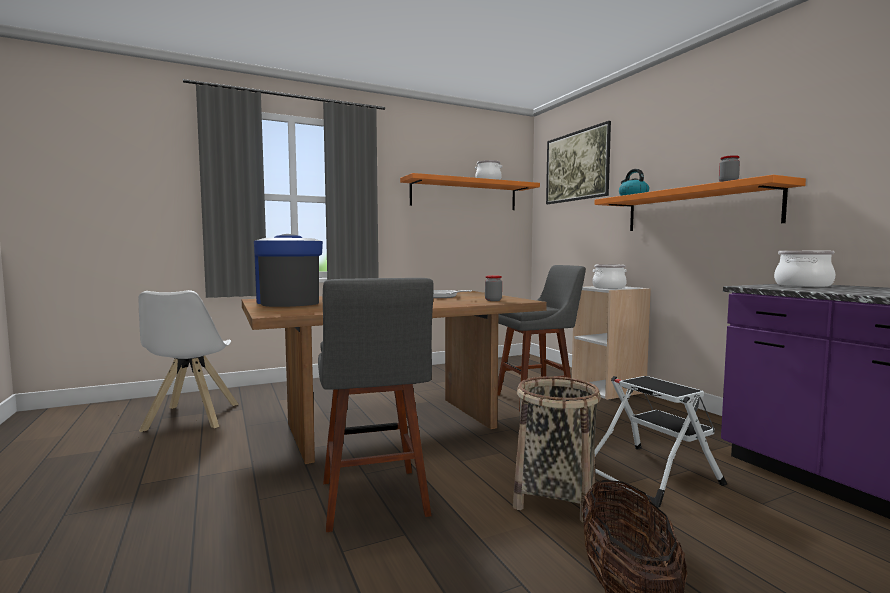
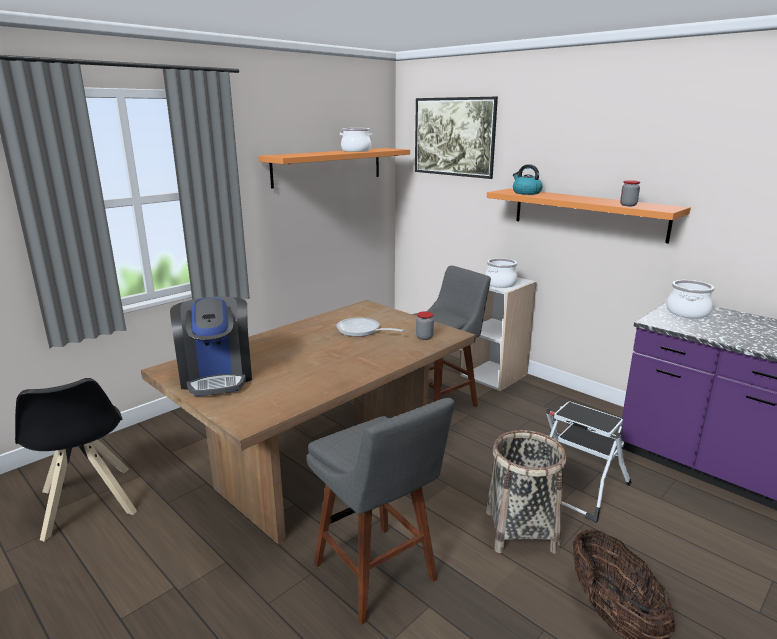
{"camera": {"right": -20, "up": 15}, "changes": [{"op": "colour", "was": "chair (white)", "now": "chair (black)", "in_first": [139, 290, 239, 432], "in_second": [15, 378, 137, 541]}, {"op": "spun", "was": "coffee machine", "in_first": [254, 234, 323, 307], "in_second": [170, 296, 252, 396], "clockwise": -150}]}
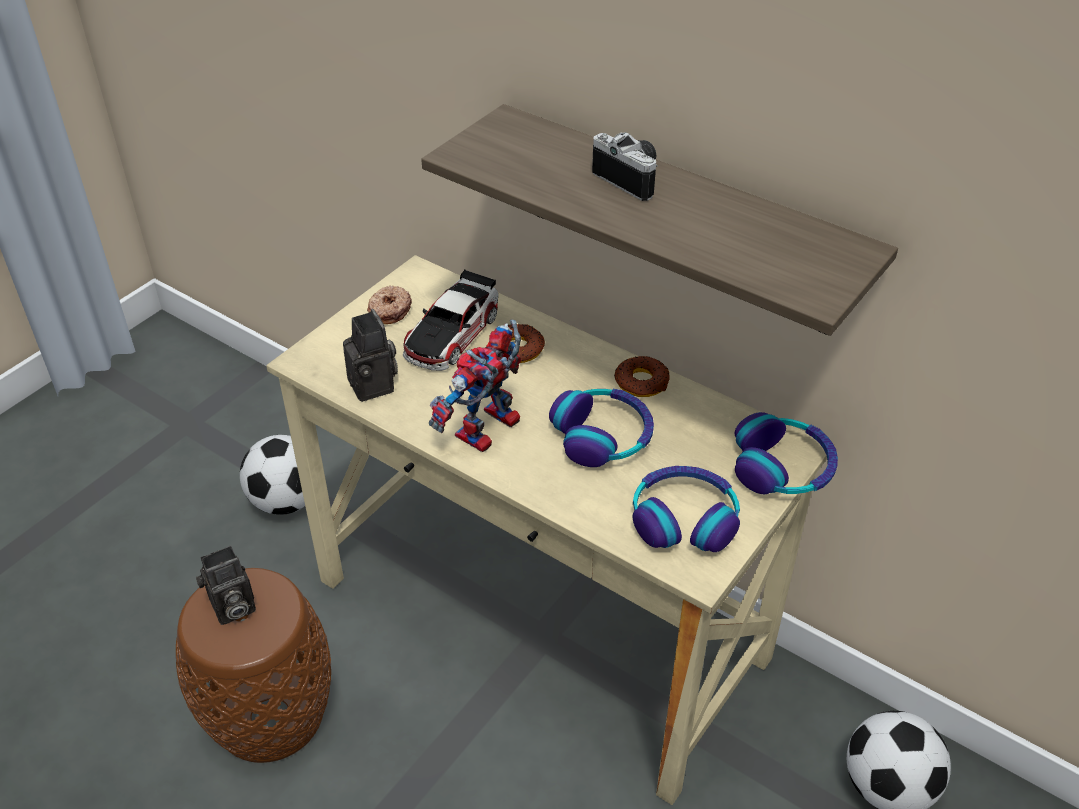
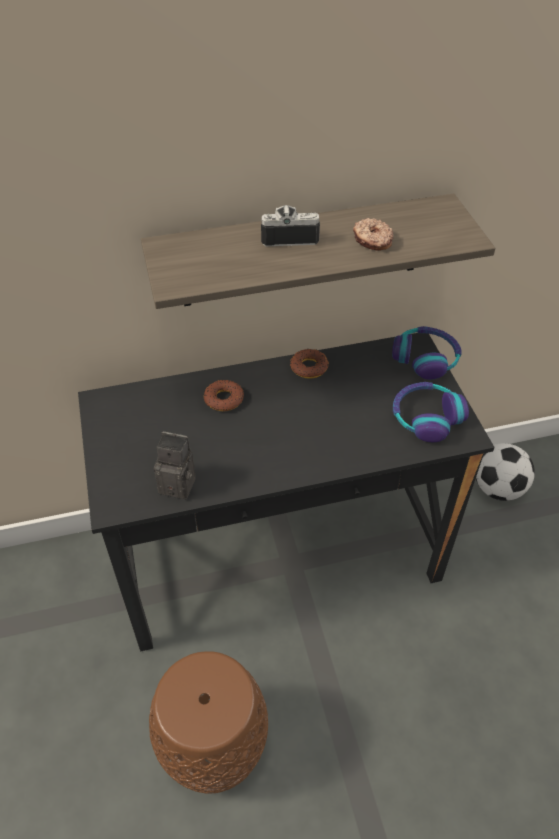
{"camera": {"right": -50, "up": 5}, "changes": [{"op": "missing", "was": "photo camera", "in_first": [196, 546, 256, 625]}, {"op": "missing", "was": "football", "in_first": [240, 435, 305, 515]}, {"op": "missing", "was": "toy car", "in_first": [403, 270, 499, 371]}, {"op": "missing", "was": "toy robot", "in_first": [429, 319, 521, 452]}, {"op": "missing", "was": "headphones", "in_first": [549, 389, 654, 467]}, {"op": "relocated", "was": "donut", "in_first": [367, 286, 412, 324], "in_second": [353, 218, 394, 251]}, {"op": "colour", "was": "desk (beige)", "now": "desk (black)", "in_first": [266, 255, 834, 805], "in_second": [78, 333, 495, 651]}]}
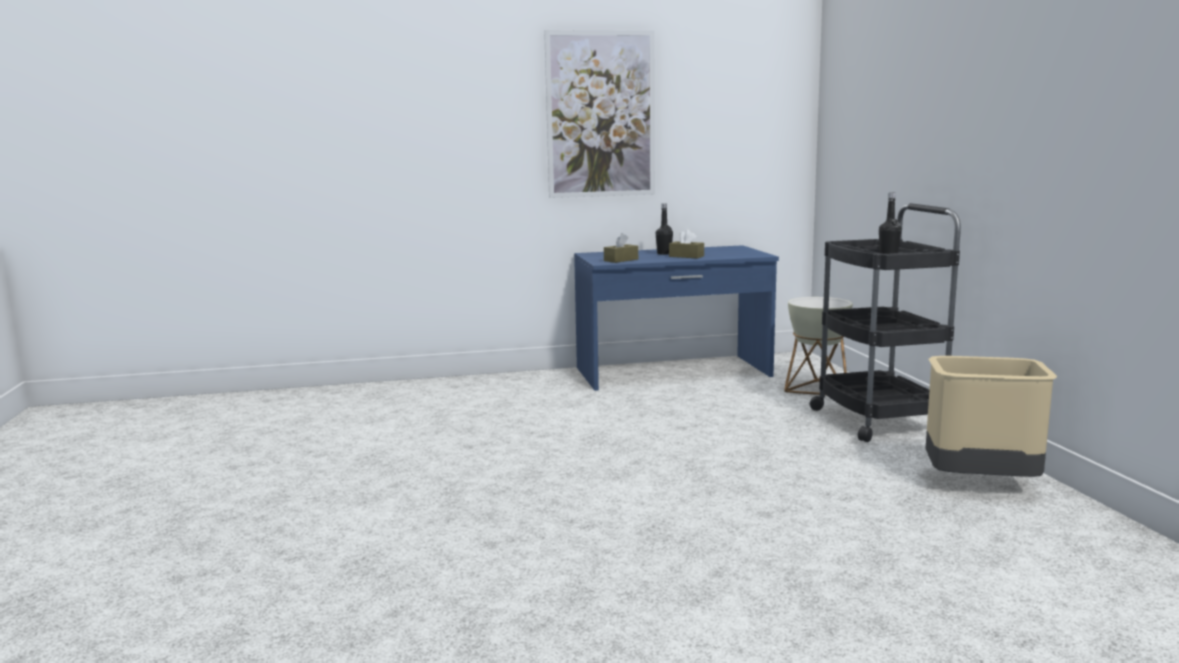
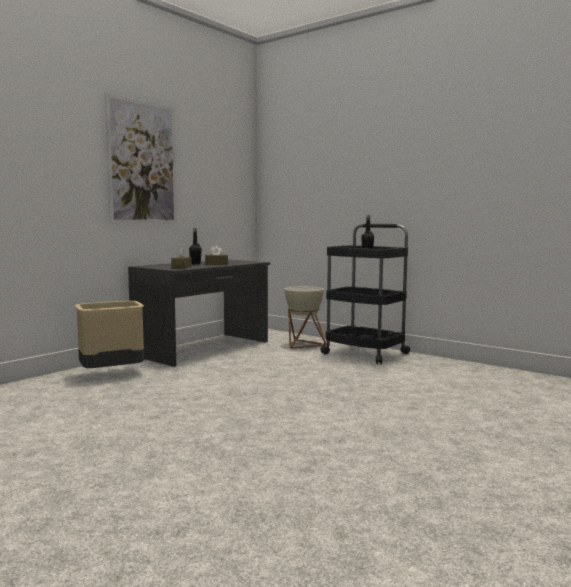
{"camera": {"right": -40, "up": -5}, "changes": [{"op": "relocated", "was": "trash can (beige)", "in_first": [925, 356, 1057, 485], "in_second": [75, 301, 144, 368]}, {"op": "colour", "was": "desk (blue)", "now": "desk (grey)", "in_first": [574, 245, 779, 391], "in_second": [128, 259, 270, 367]}]}
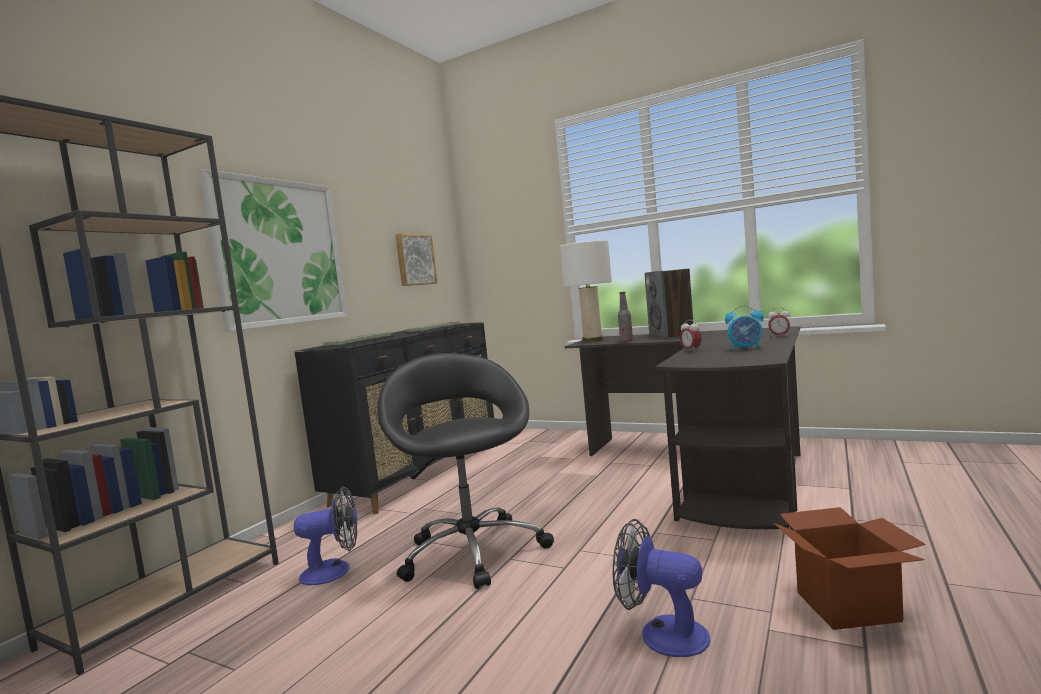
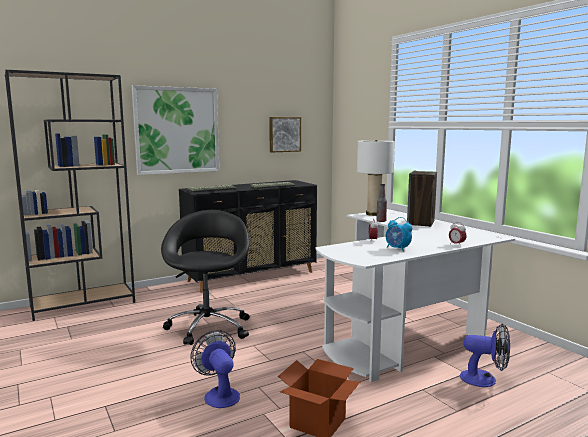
{"camera": {"right": 30, "up": 5}, "changes": [{"op": "relocated", "was": "fan", "in_first": [294, 487, 357, 585], "in_second": [460, 324, 510, 387]}, {"op": "colour", "was": "desk (black)", "now": "desk (white)", "in_first": [565, 326, 801, 530], "in_second": [316, 210, 515, 382]}]}
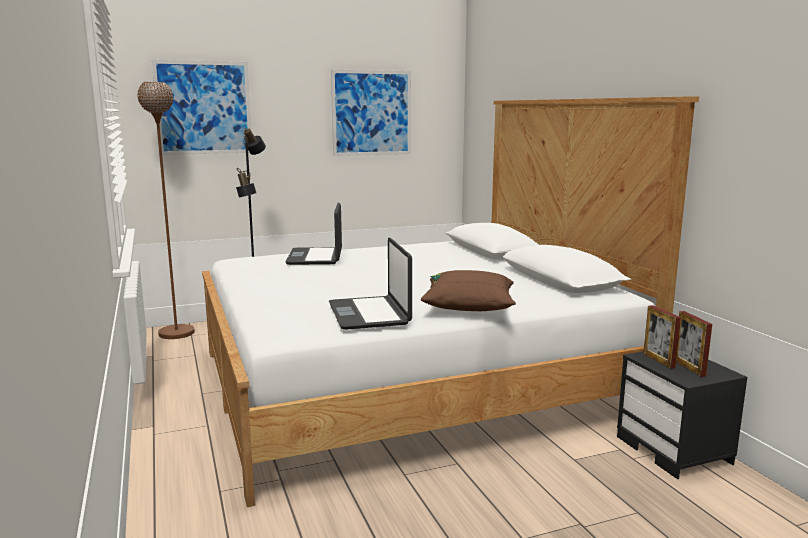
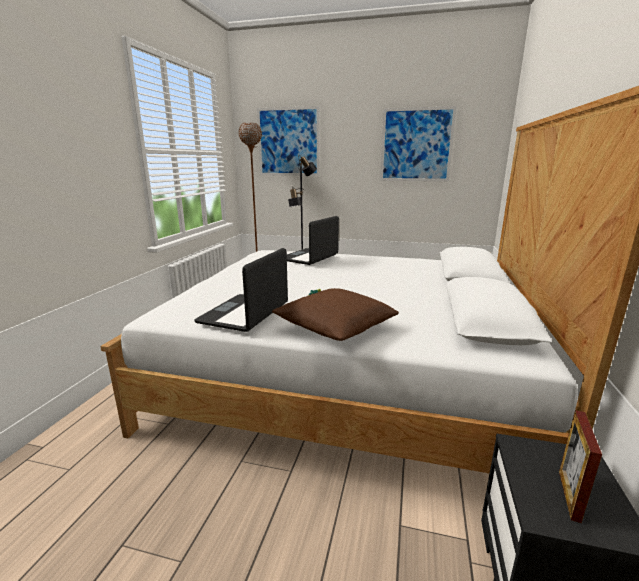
{"camera": {"right": 35, "up": 5}, "changes": [{"op": "missing", "was": "picture frame", "in_first": [643, 305, 681, 369]}]}
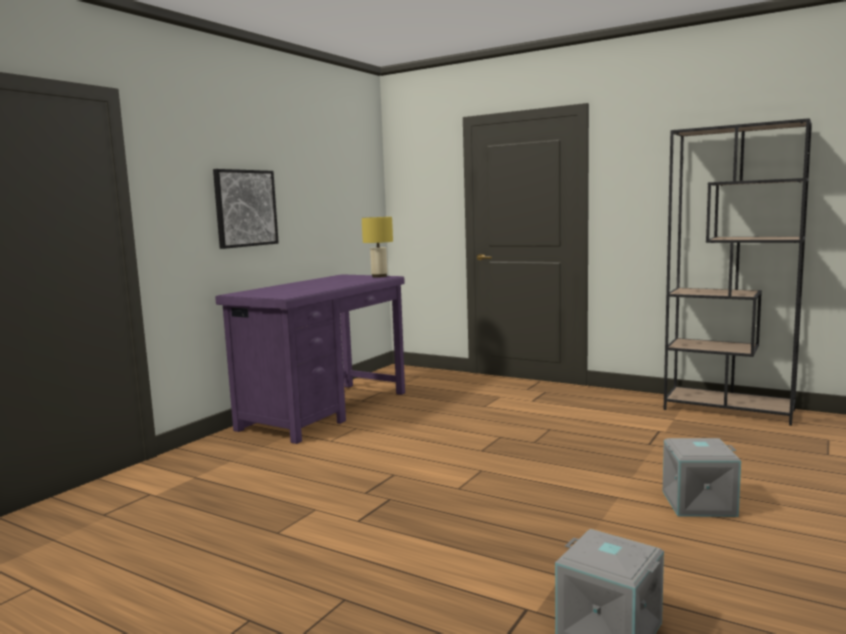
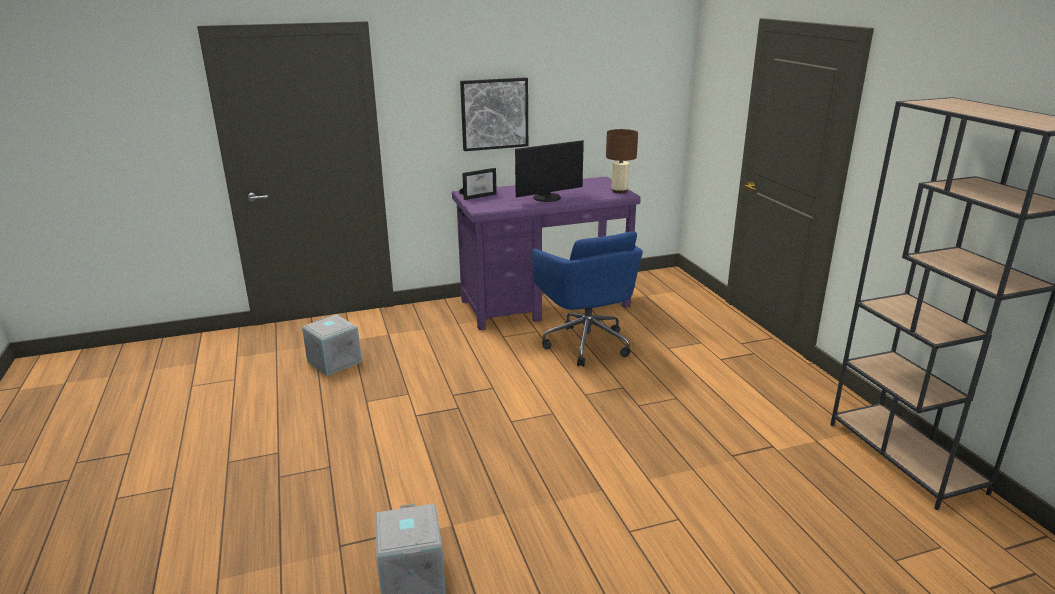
{"camera": {"right": 40, "up": 15}, "changes": [{"op": "appeared", "now": "picture frame", "in_second": [459, 168, 497, 200]}, {"op": "appeared", "now": "monitor", "in_second": [515, 140, 584, 202]}, {"op": "appeared", "now": "office chair (blue)", "in_second": [532, 231, 643, 367]}, {"op": "relocated", "was": "storage box (grey)", "in_first": [663, 438, 741, 517], "in_second": [302, 314, 362, 376]}, {"op": "colour", "was": "table lamp (yellow)", "now": "table lamp (brown)", "in_first": [362, 217, 393, 278], "in_second": [606, 129, 638, 193]}]}
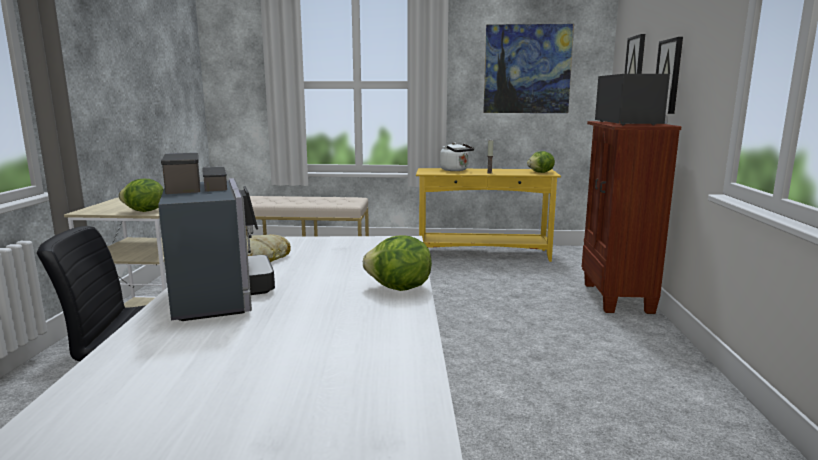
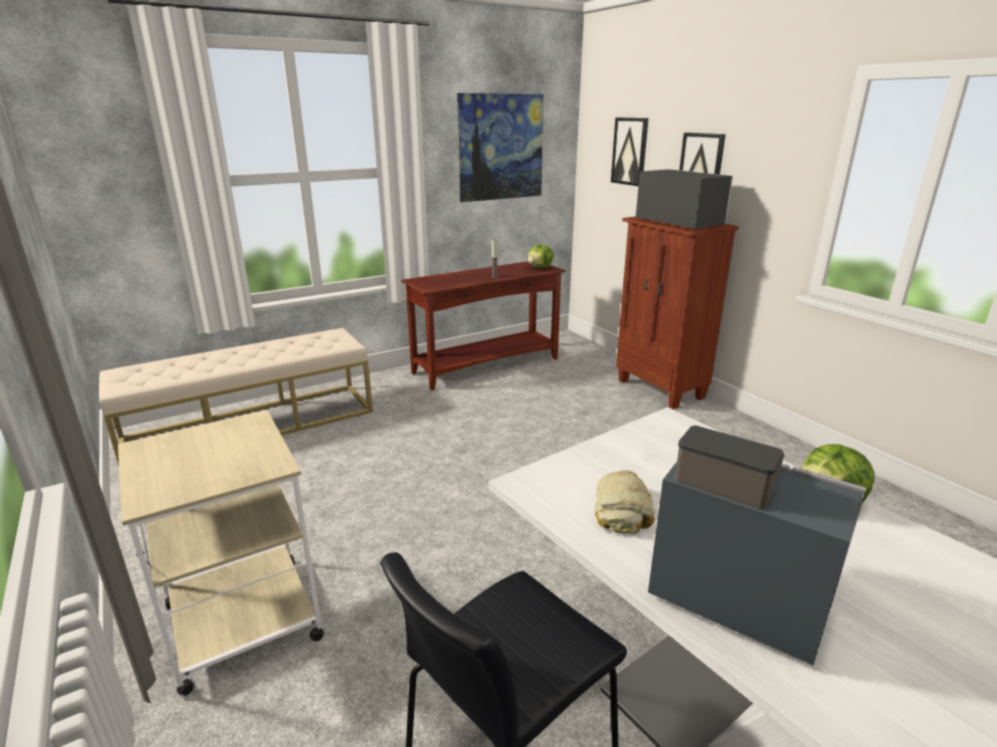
{"camera": {"right": -35, "up": 10}, "changes": [{"op": "missing", "was": "lettuce", "in_first": [119, 179, 164, 212]}, {"op": "missing", "was": "kettle (white)", "in_first": [440, 142, 474, 171]}, {"op": "colour", "was": "console table (yellow)", "now": "console table (brown)", "in_first": [416, 168, 561, 262], "in_second": [401, 261, 565, 390]}]}
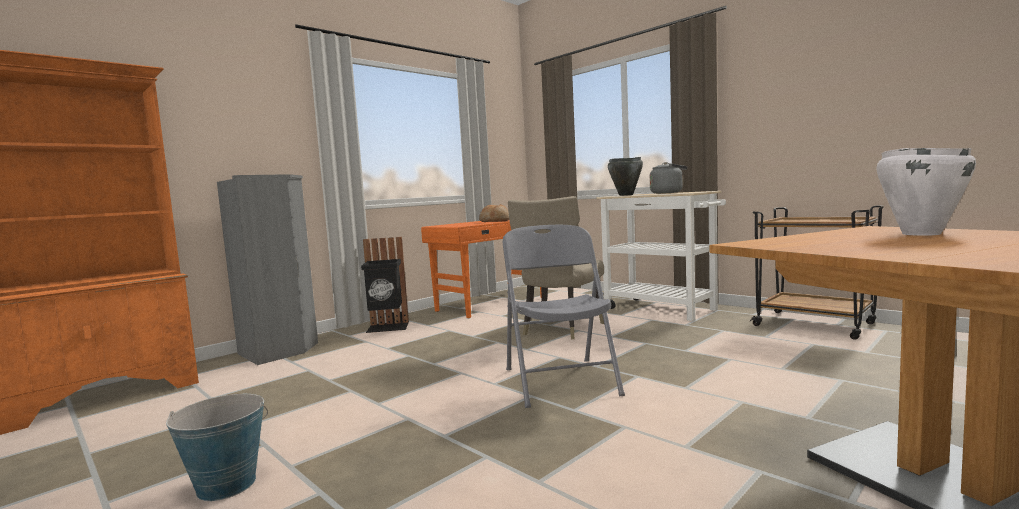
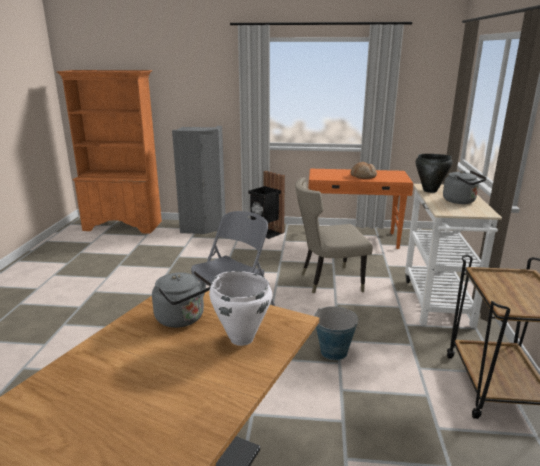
{"camera": {"right": 50, "up": 15}, "changes": [{"op": "appeared", "now": "kettle (grey)", "in_second": [152, 271, 212, 328]}, {"op": "relocated", "was": "bucket", "in_first": [166, 394, 268, 501], "in_second": [314, 306, 359, 360]}]}
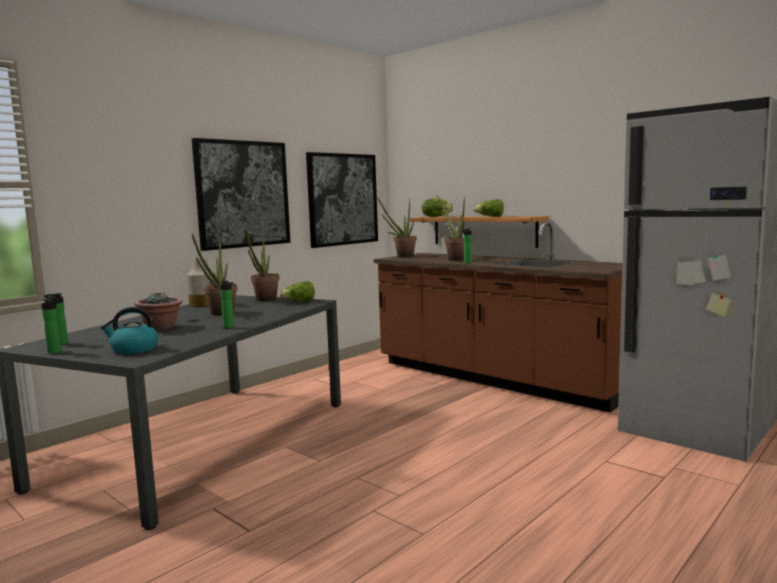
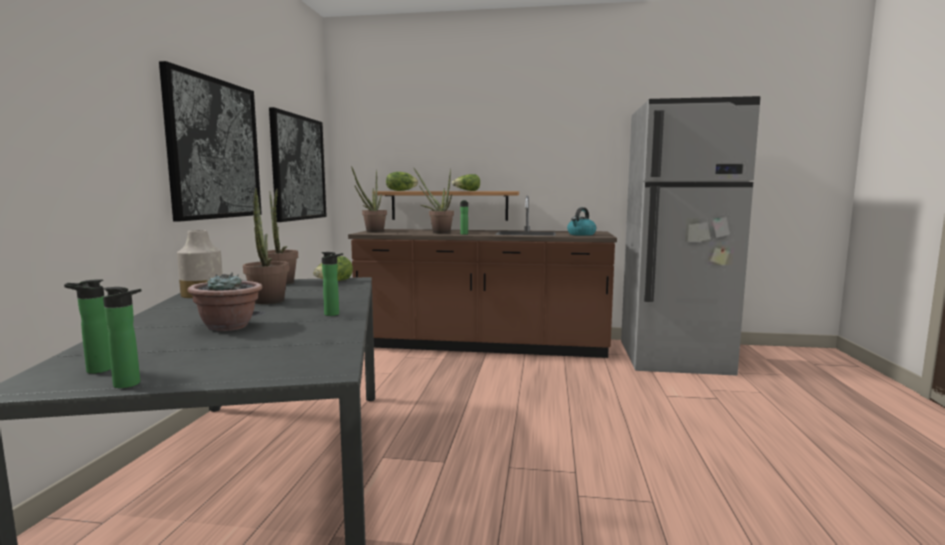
{"camera": {"right": -35, "up": 0}, "changes": [{"op": "relocated", "was": "kettle", "in_first": [101, 307, 158, 354], "in_second": [567, 207, 596, 236]}]}
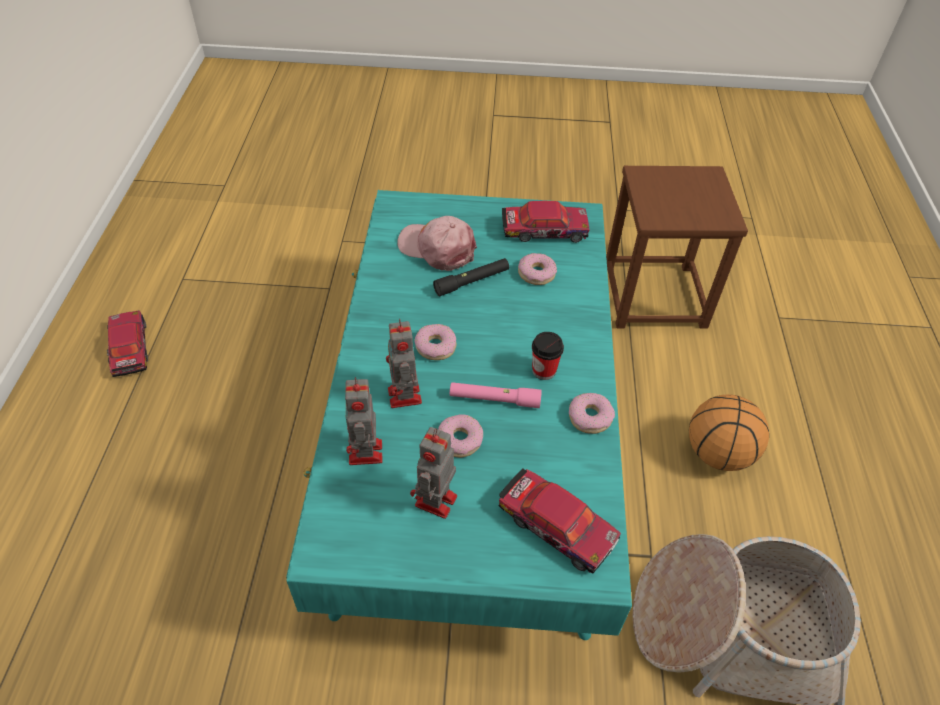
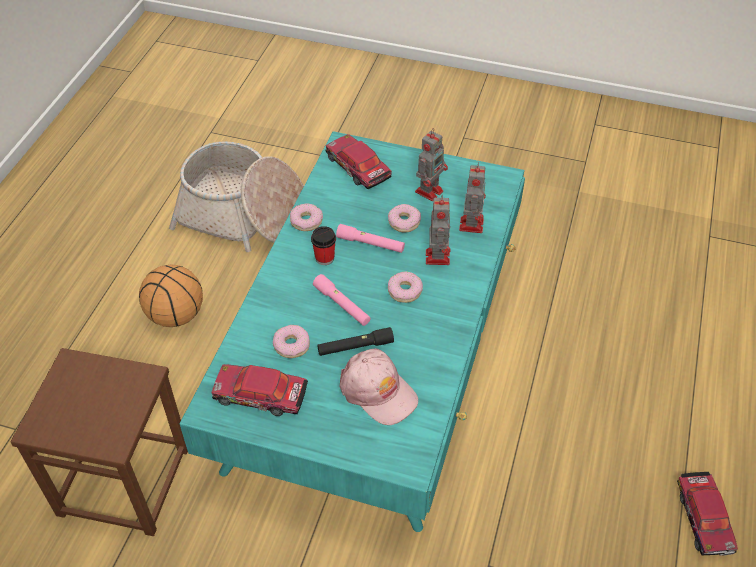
{"camera": {"right": -165, "up": 0}, "changes": [{"op": "appeared", "now": "flashlight (pink)", "in_second": [313, 274, 370, 326]}]}
